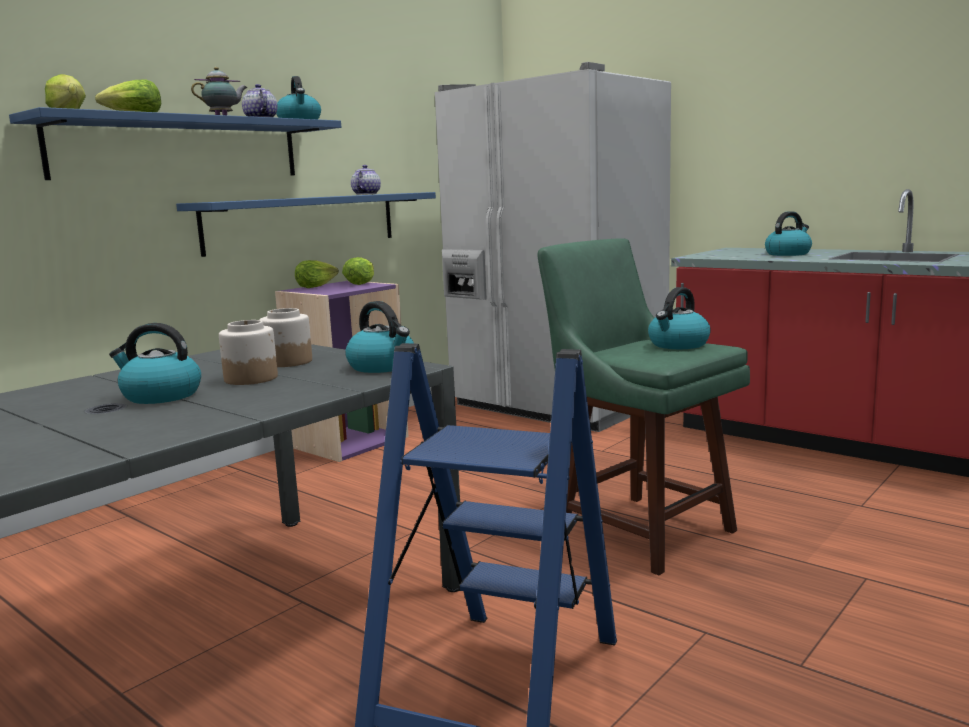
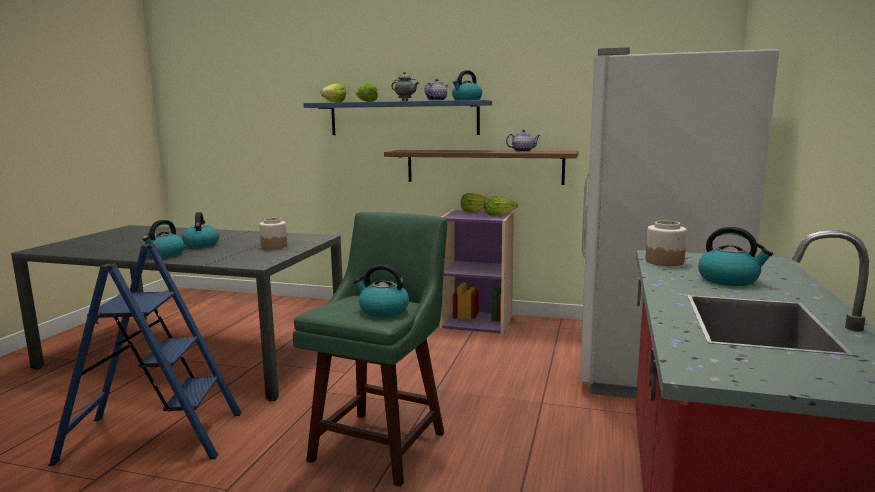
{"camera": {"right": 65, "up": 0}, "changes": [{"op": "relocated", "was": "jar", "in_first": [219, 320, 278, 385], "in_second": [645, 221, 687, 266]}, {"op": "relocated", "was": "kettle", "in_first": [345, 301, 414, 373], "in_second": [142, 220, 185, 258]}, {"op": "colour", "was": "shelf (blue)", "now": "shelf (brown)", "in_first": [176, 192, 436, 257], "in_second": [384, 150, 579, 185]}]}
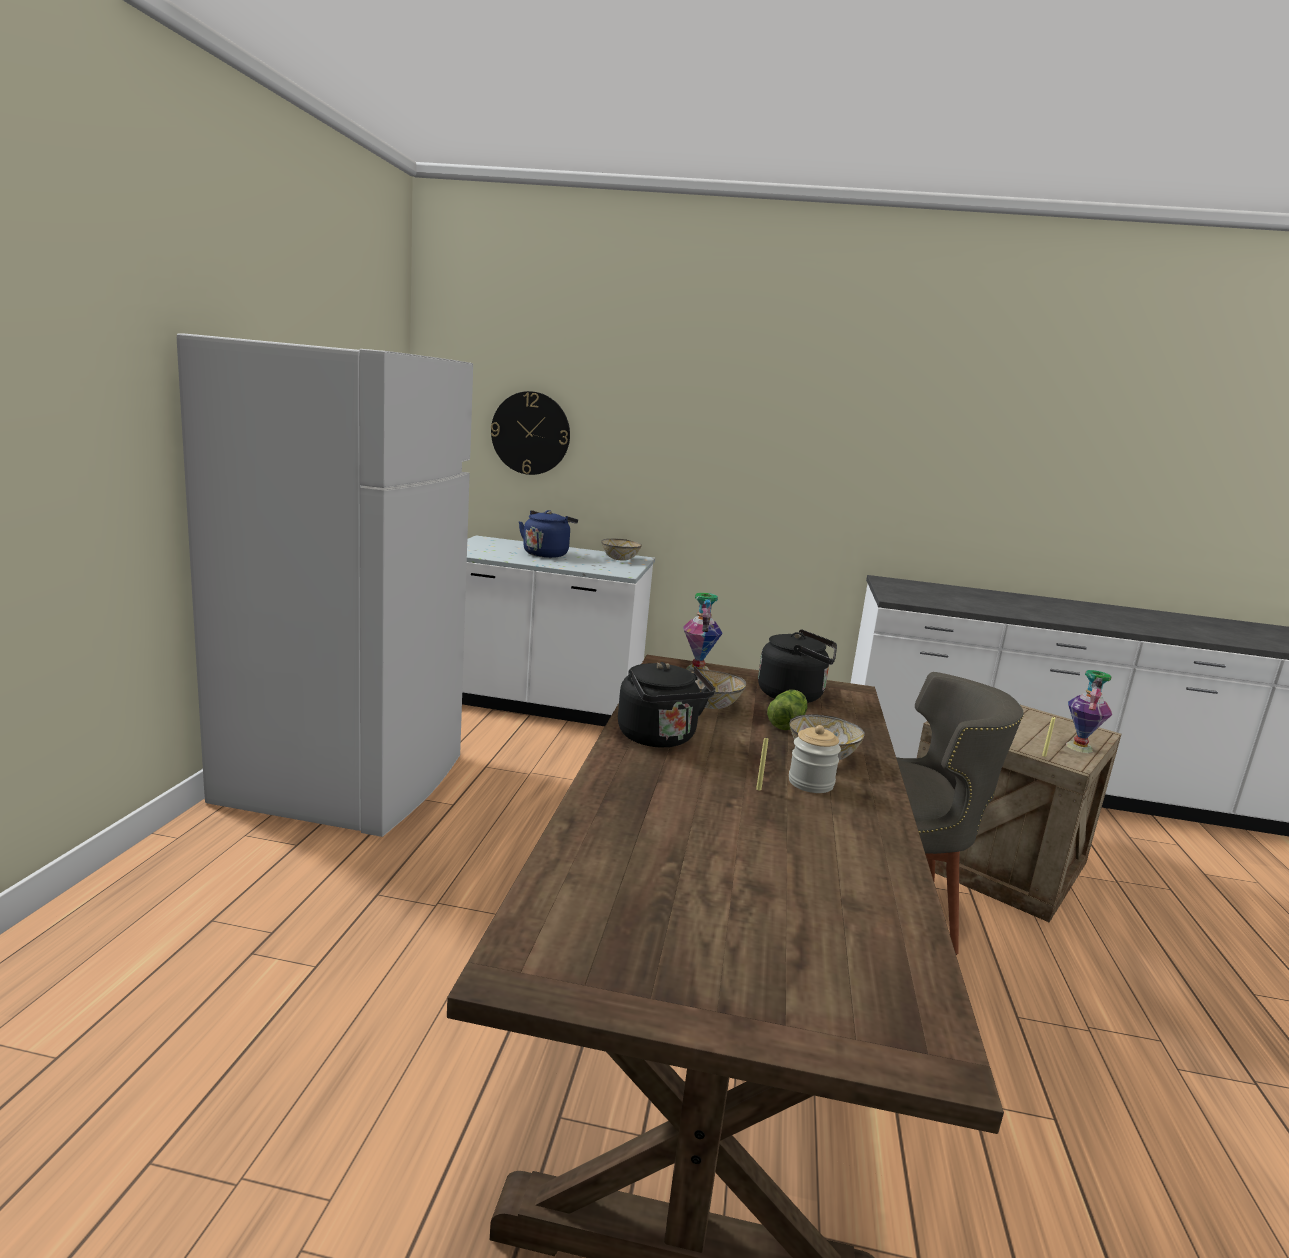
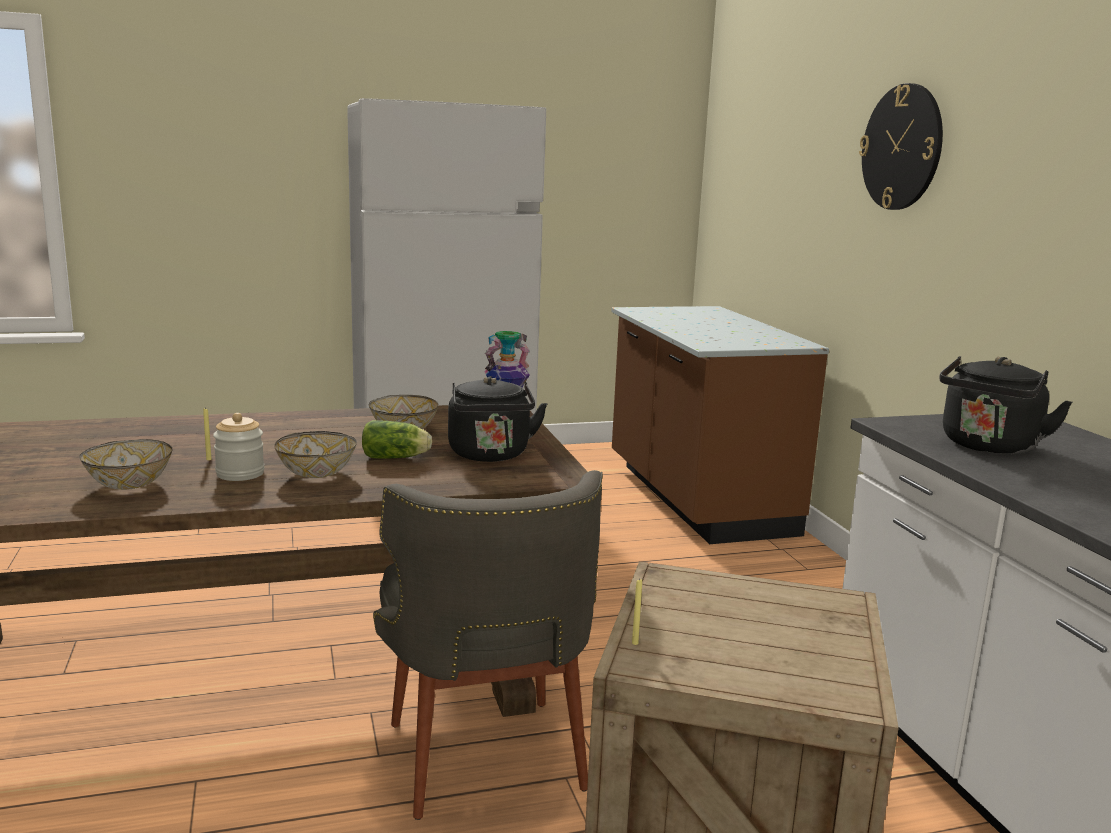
{"camera": {"right": 65, "up": 0}, "changes": [{"op": "missing", "was": "kettle (blue)", "in_first": [519, 510, 578, 558]}, {"op": "missing", "was": "vase", "in_first": [1066, 670, 1112, 753]}, {"op": "relocated", "was": "wall clock", "in_first": [491, 391, 570, 475], "in_second": [859, 83, 943, 210]}, {"op": "relocated", "was": "bowl", "in_first": [601, 539, 642, 561], "in_second": [80, 439, 172, 490]}, {"op": "relocated", "was": "kettle (black)", "in_first": [618, 662, 715, 748], "in_second": [939, 356, 1072, 454]}, {"op": "colour", "was": "counter (white)", "now": "counter (brown)", "in_first": [462, 535, 655, 726], "in_second": [612, 306, 829, 544]}]}
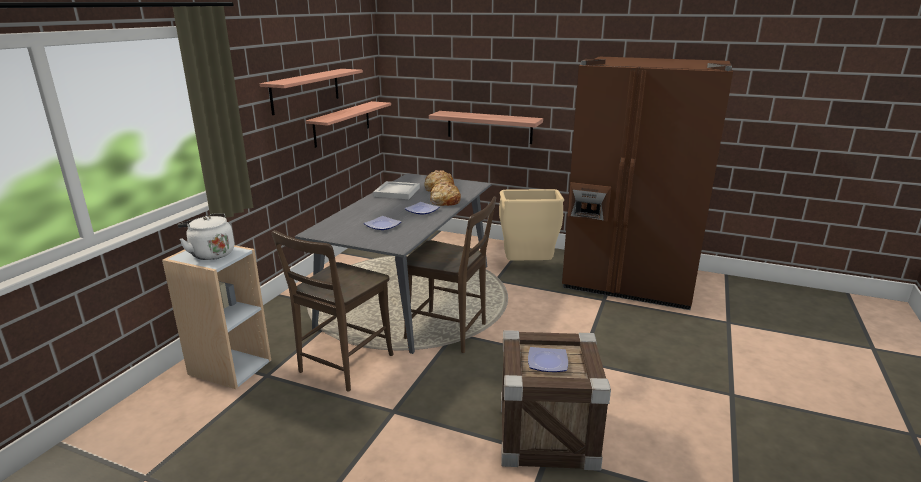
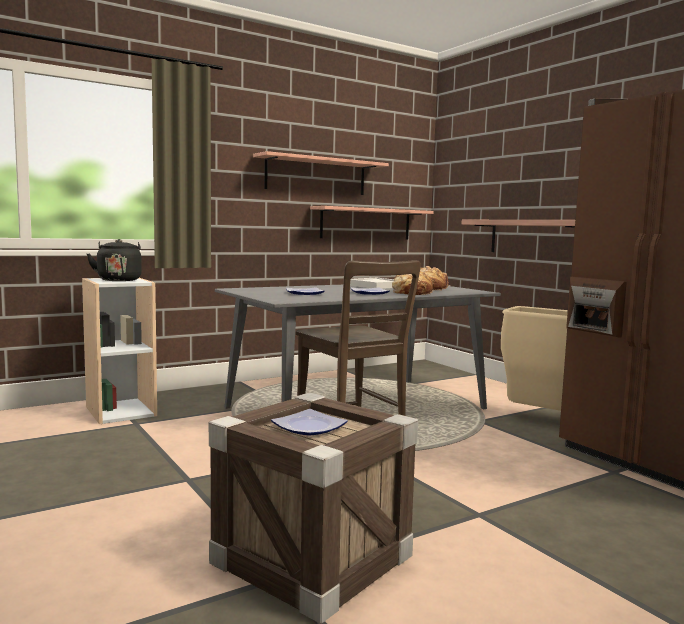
{"camera": {"right": 35, "up": -15}, "changes": [{"op": "missing", "was": "chair (brown)", "in_first": [272, 230, 394, 392]}, {"op": "colour", "was": "kettle (white)", "now": "kettle (black)", "in_first": [178, 213, 234, 260], "in_second": [86, 239, 142, 281]}]}
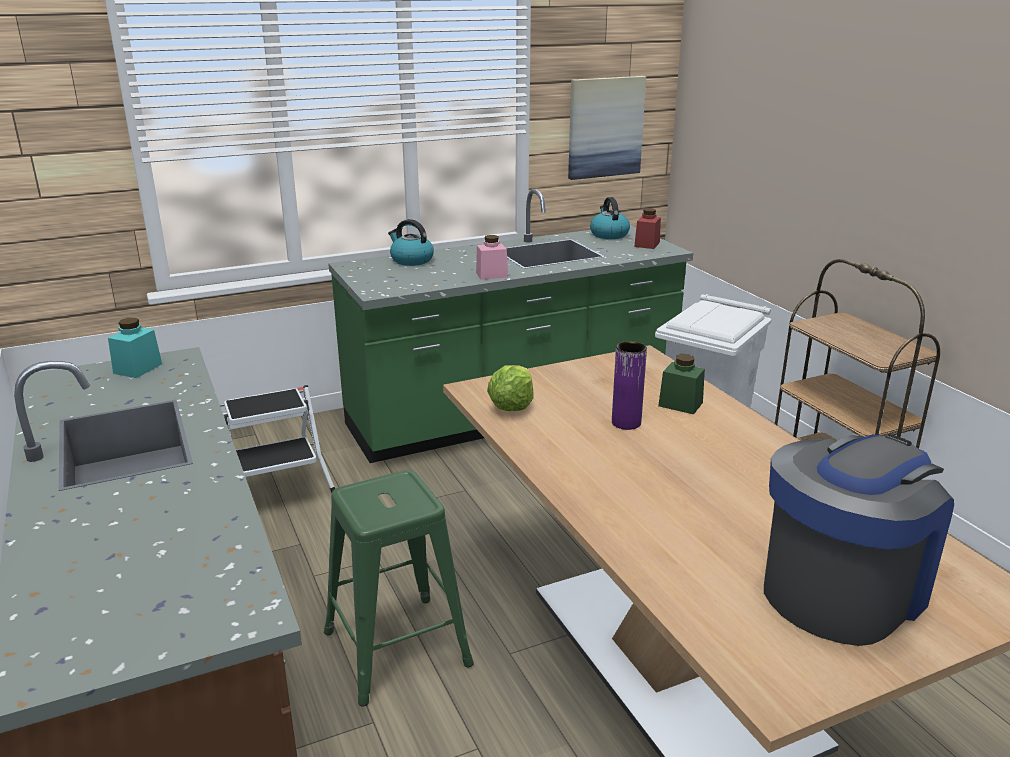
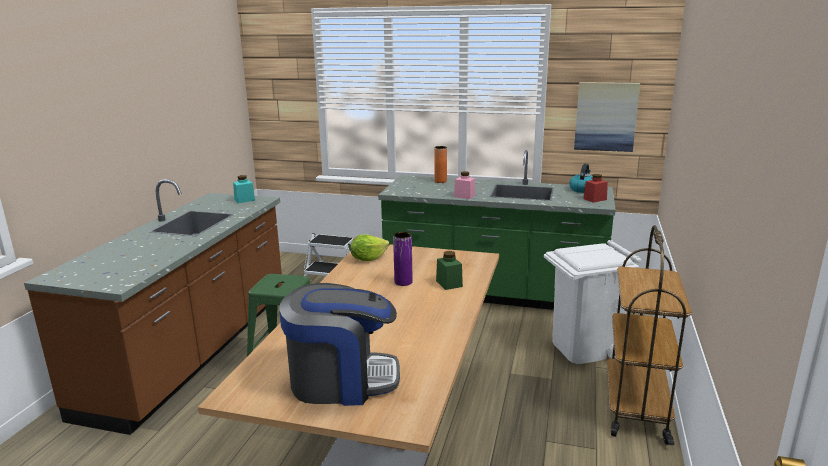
{"camera": {"right": 40, "up": -5}, "changes": [{"op": "exchanged", "was": "kettle", "now": "vase (orange)", "in_first": [388, 219, 434, 266], "in_second": [434, 146, 447, 183]}]}
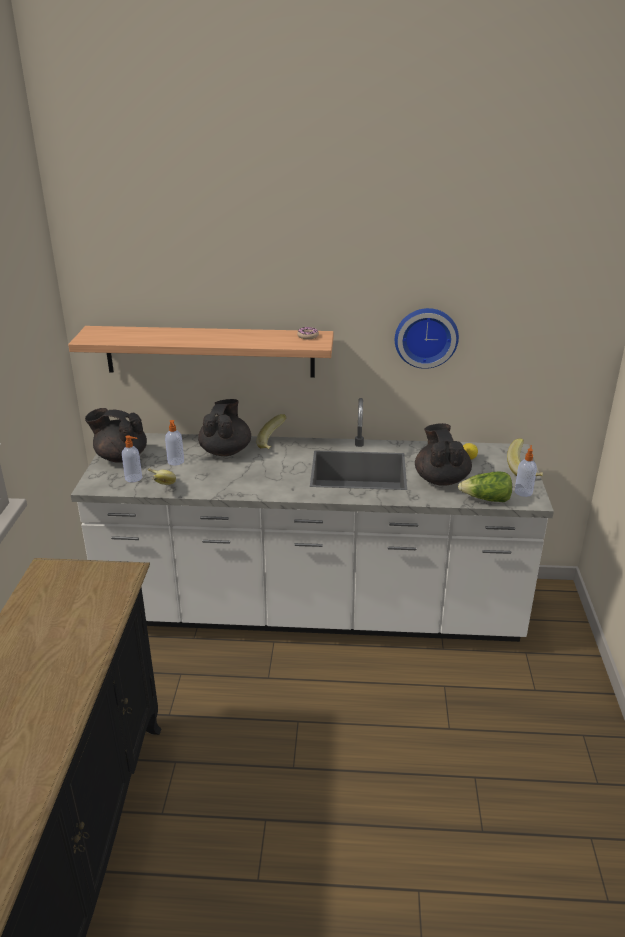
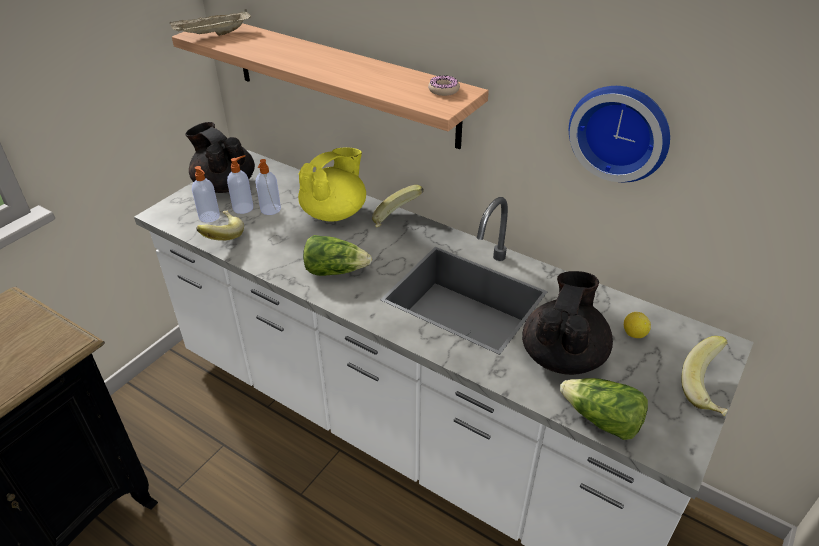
{"camera": {"right": 30, "up": 10}, "changes": [{"op": "appeared", "now": "tray (beige)", "in_second": [170, 9, 251, 36]}, {"op": "appeared", "now": "lettuce", "in_second": [303, 235, 372, 276]}, {"op": "relocated", "was": "soap dispenser", "in_first": [515, 445, 537, 497], "in_second": [227, 155, 253, 214]}, {"op": "colour", "was": "teapot (black)", "now": "teapot (yellow)", "in_first": [198, 399, 251, 456], "in_second": [298, 147, 366, 222]}]}
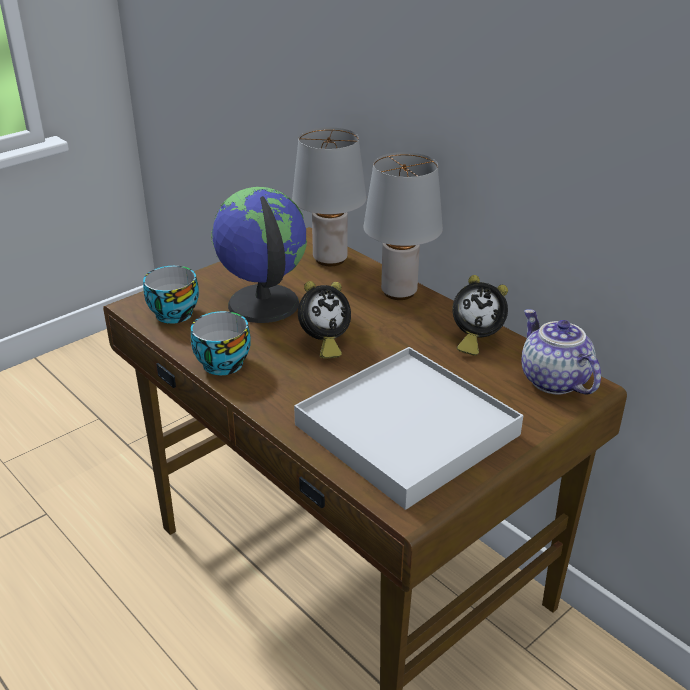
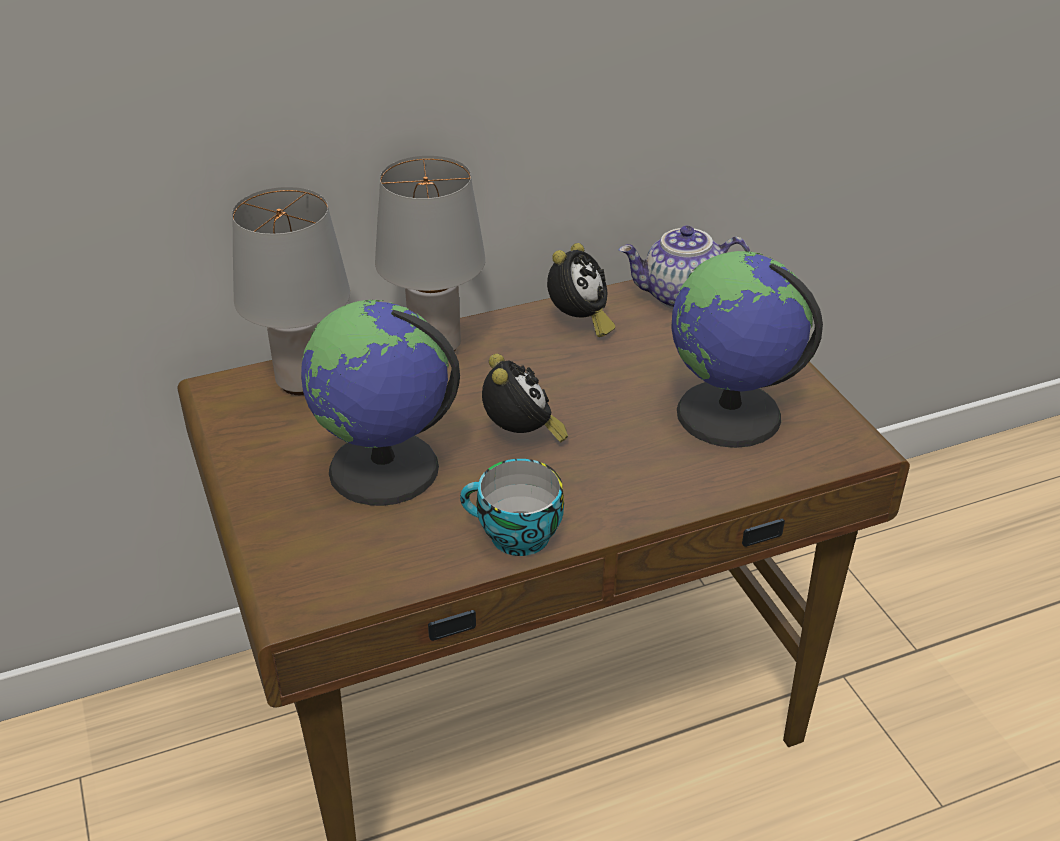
{"camera": {"right": -70, "up": 5}, "changes": [{"op": "missing", "was": "cup", "in_first": [143, 266, 199, 324]}, {"op": "exchanged", "was": "tray (white)", "now": "globe", "in_first": [294, 347, 523, 510], "in_second": [671, 251, 823, 448]}]}
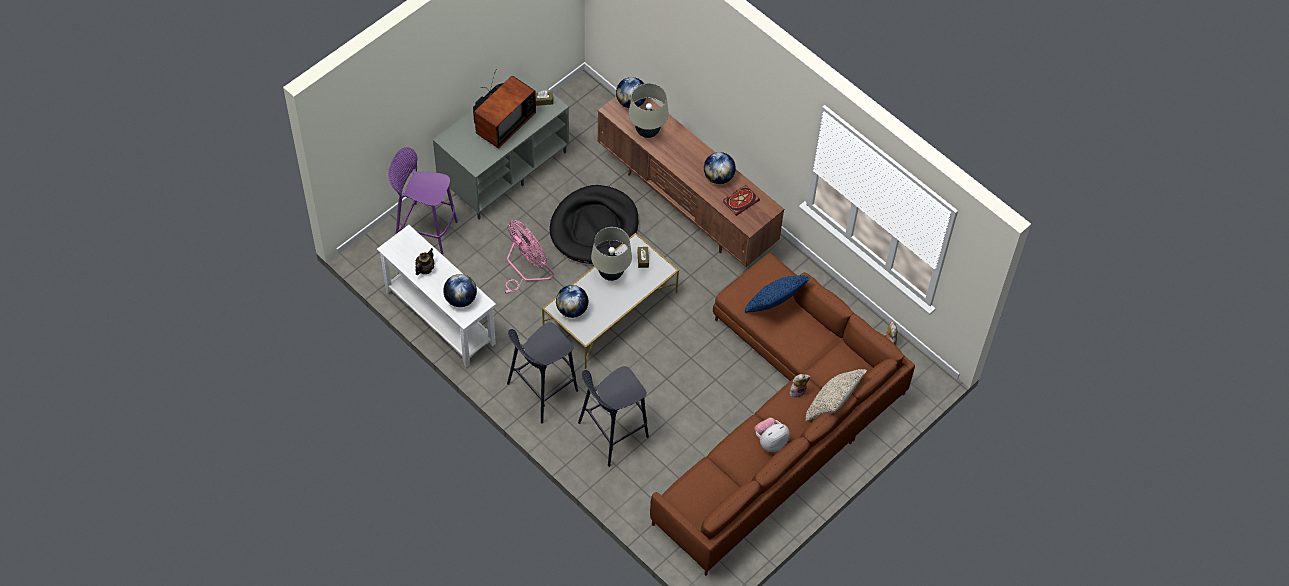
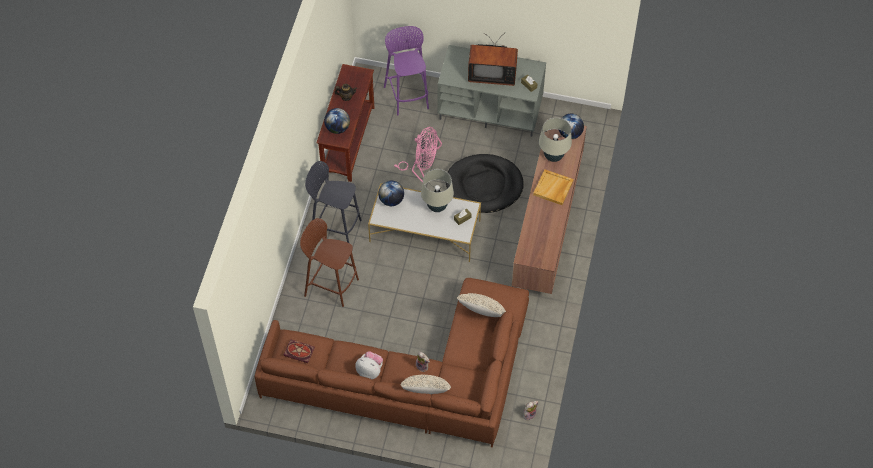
{"camera": {"right": 60, "up": 0}, "changes": [{"op": "missing", "was": "globe", "in_first": [704, 152, 736, 184]}, {"op": "appeared", "now": "tray (beige)", "in_second": [533, 169, 573, 205]}, {"op": "relocated", "was": "book", "in_first": [723, 185, 760, 216], "in_second": [283, 339, 314, 363]}, {"op": "colour", "was": "console table (white)", "now": "console table (brown)", "in_first": [377, 225, 496, 367], "in_second": [316, 64, 374, 182]}, {"op": "colour", "was": "stool (grey)", "now": "stool (brown)", "in_first": [578, 366, 649, 467], "in_second": [300, 218, 359, 307]}, {"op": "colour", "was": "pillow (blue)", "now": "pillow (beige)", "in_first": [745, 275, 810, 313], "in_second": [457, 293, 506, 317]}]}
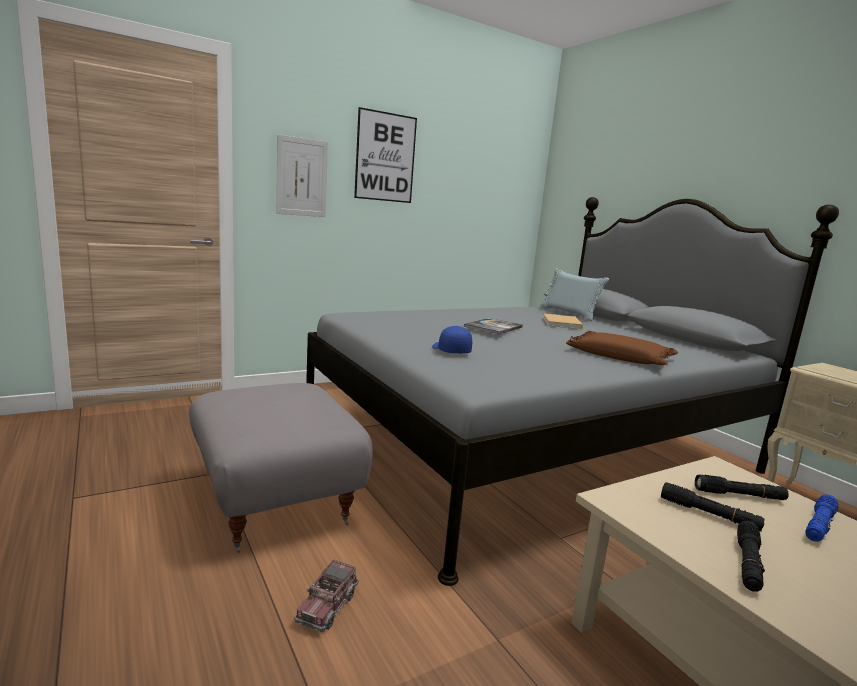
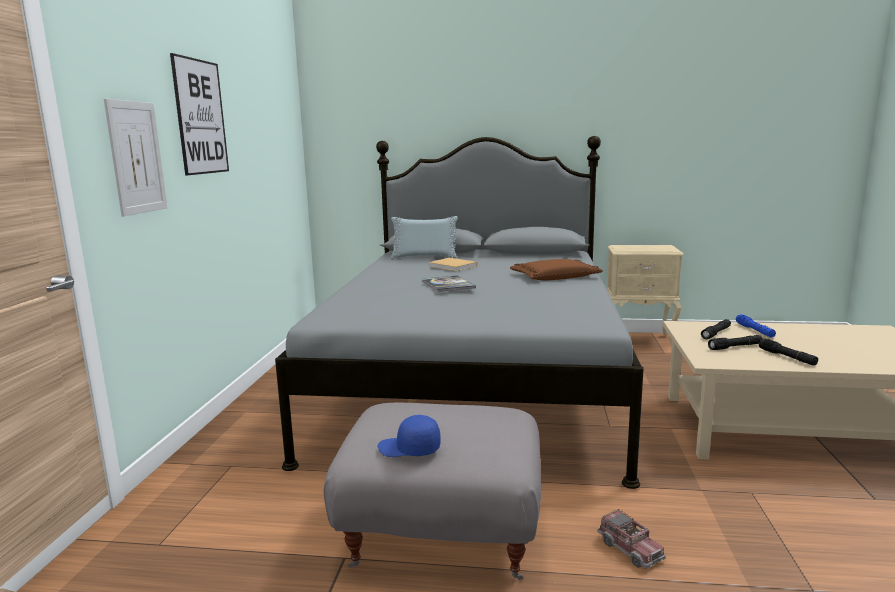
{"camera": {"right": -50, "up": 0}, "changes": [{"op": "relocated", "was": "cap (blue)", "in_first": [432, 326, 472, 354], "in_second": [378, 415, 441, 457]}]}
